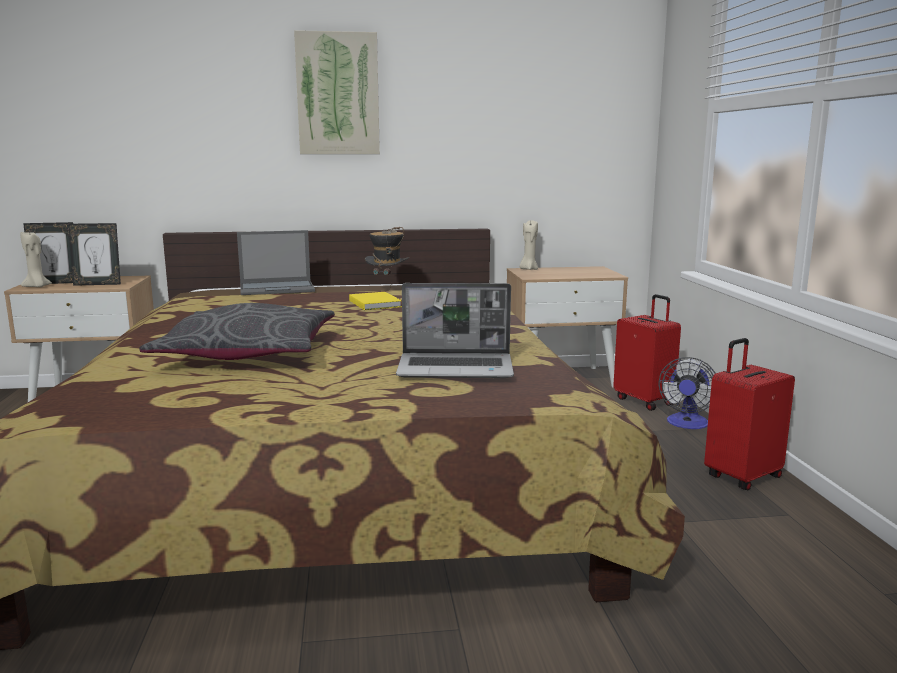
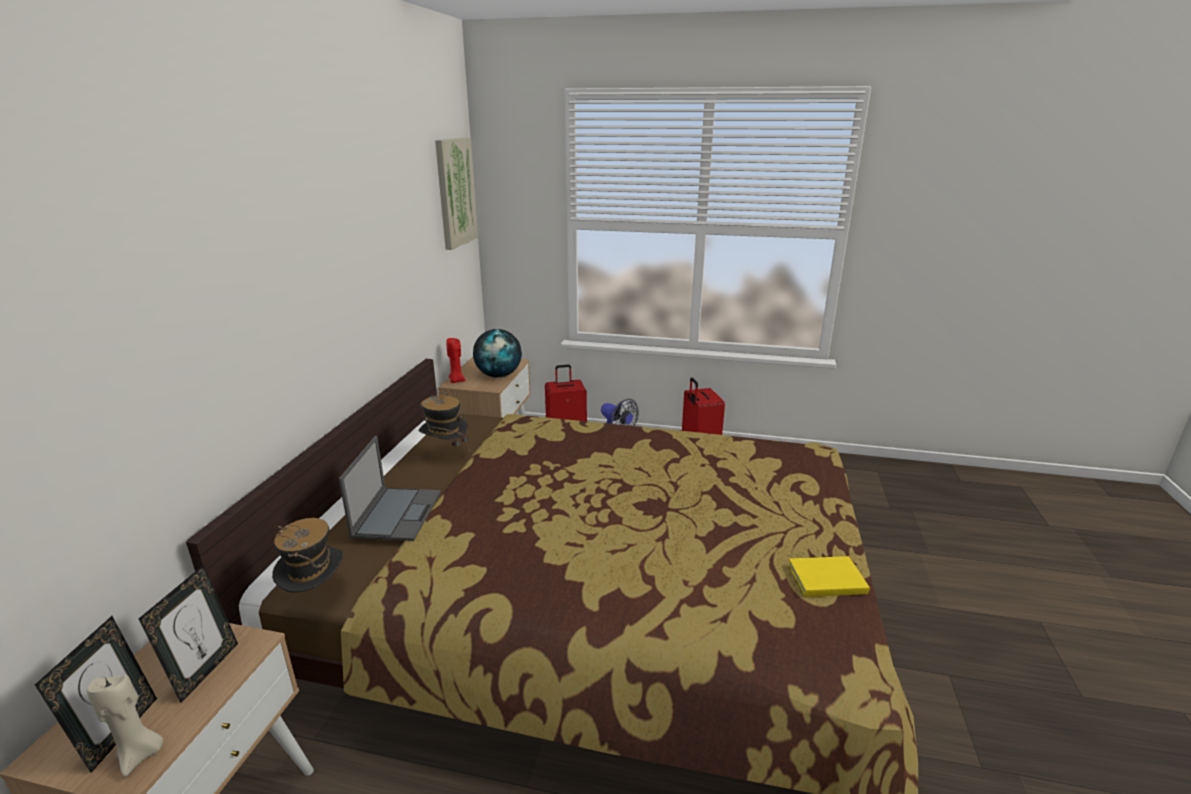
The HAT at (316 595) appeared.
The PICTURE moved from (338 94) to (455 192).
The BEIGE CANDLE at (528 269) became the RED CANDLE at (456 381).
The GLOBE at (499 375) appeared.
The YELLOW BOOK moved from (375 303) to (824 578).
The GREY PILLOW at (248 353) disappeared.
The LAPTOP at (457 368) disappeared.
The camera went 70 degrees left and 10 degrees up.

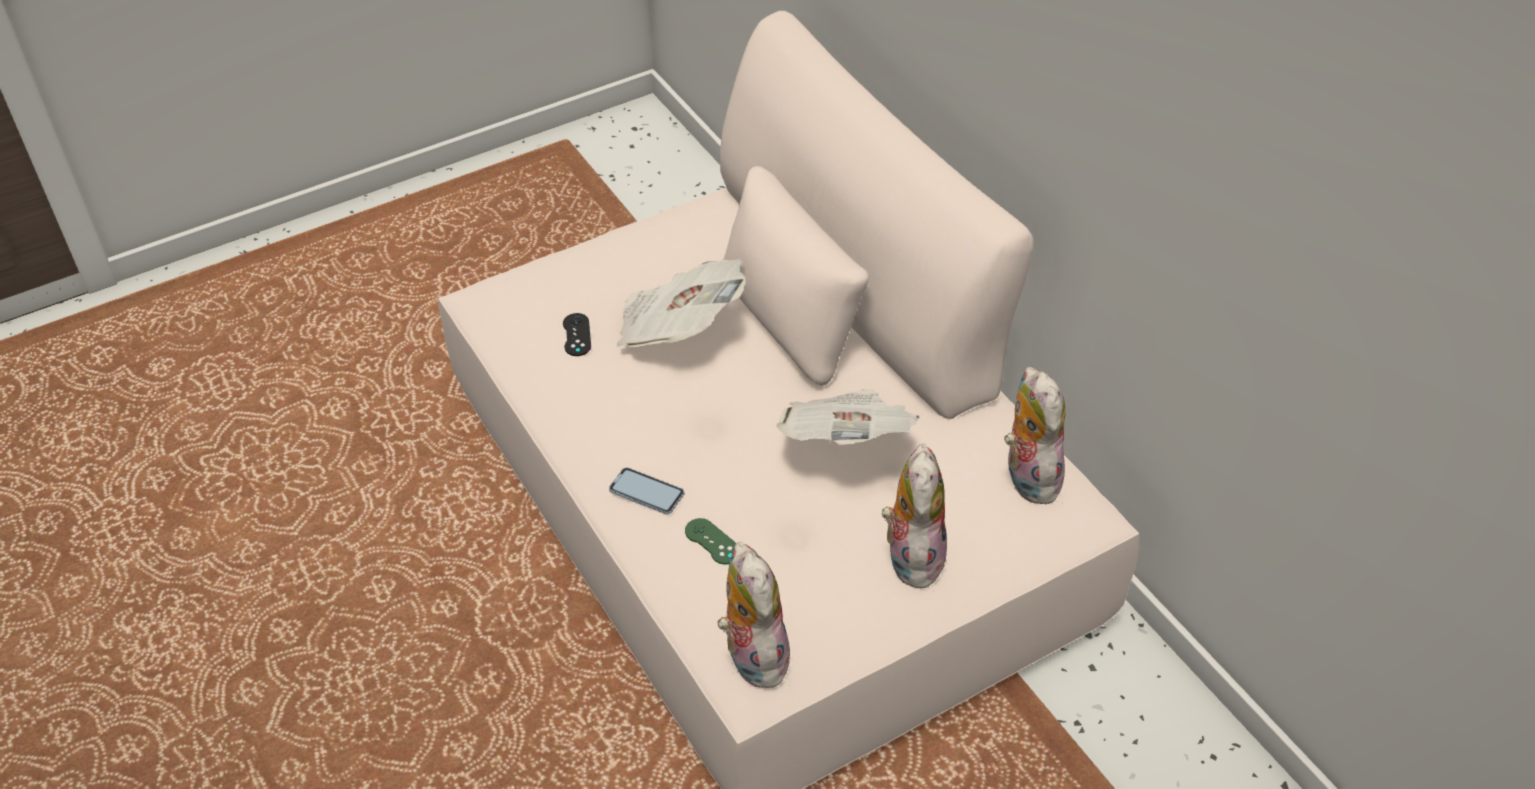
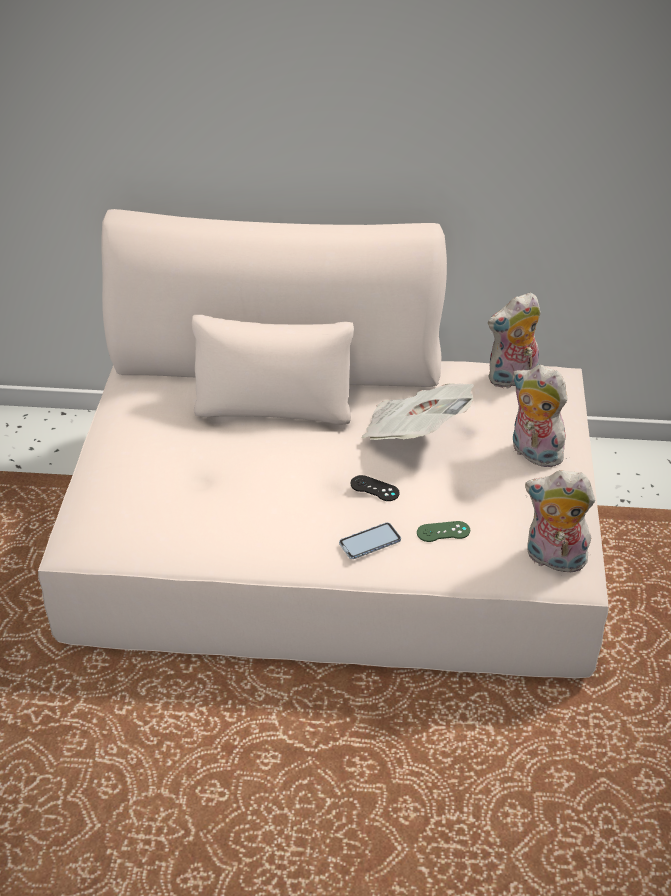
The BLACK GAME CONTROLLER moved from (577 335) to (374 488).
The PLUSH TOY at (1027 476) turned 45 degrees counterclockwise.
The NEWSPAPER at (679 329) disappeared.
The camera went 55 degrees left and 5 degrees down.

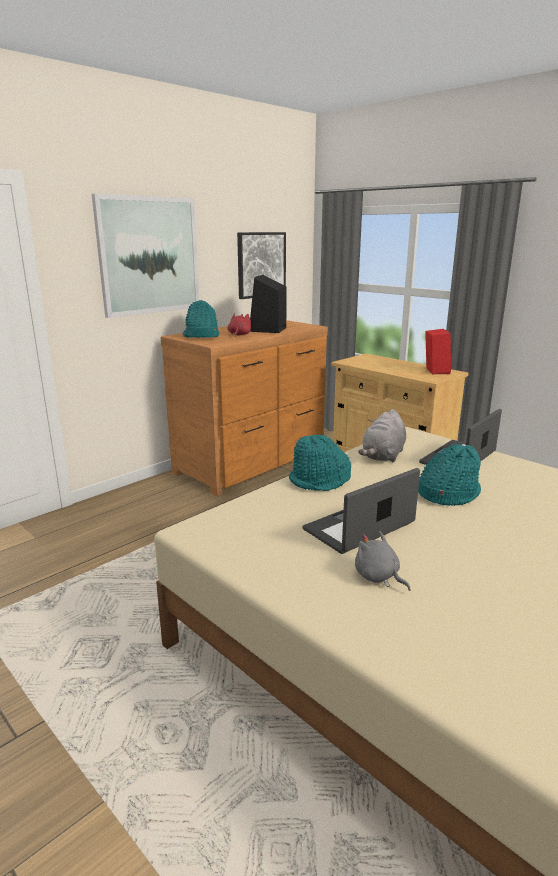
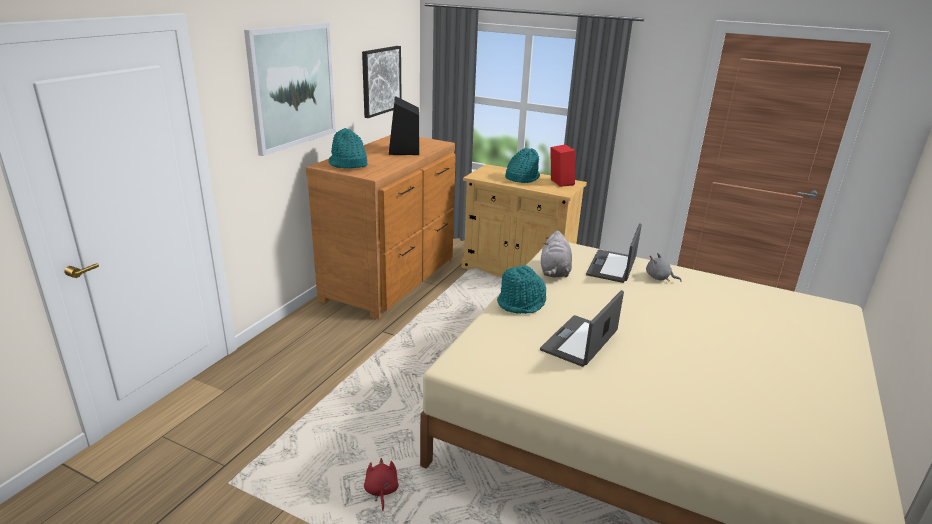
The RED PLUSH TOY moved from (239 335) to (381 491).
The TURQUOISE HAT moved from (447 493) to (521 178).
The GREY PLUSH TOY moved from (378 577) to (659 278).
The camera went 20 degrees left and 5 degrees up.

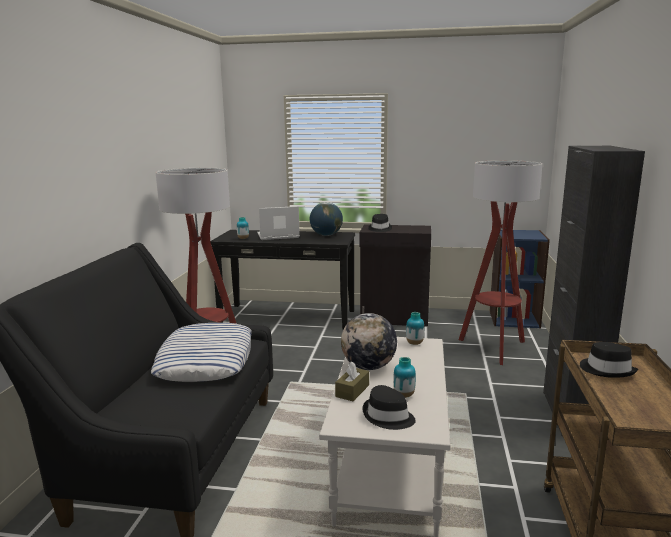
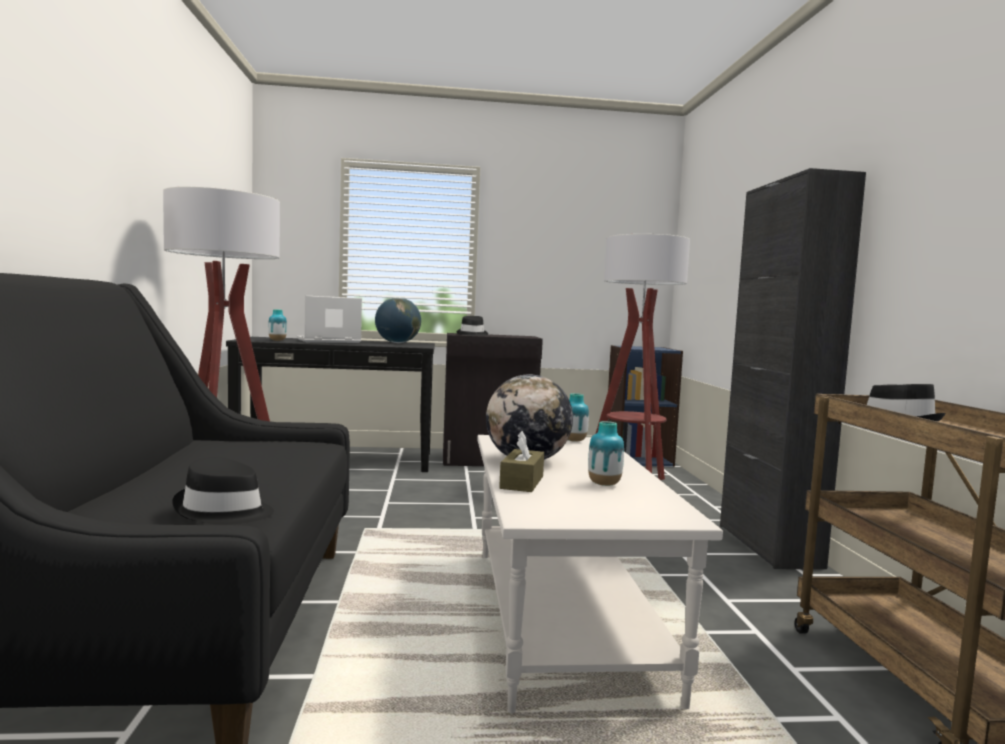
The BLACK HAT moved from (388 417) to (224 511).
The PILLOW at (206 360) disappeared.
The camera went 15 degrees left and 10 degrees down.

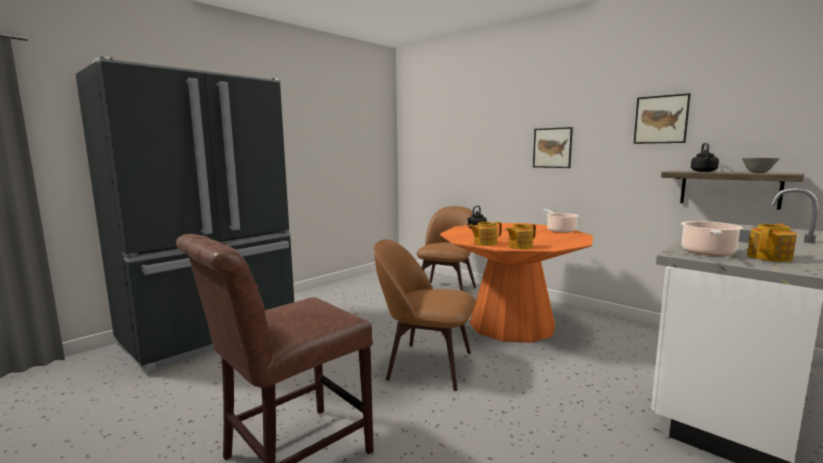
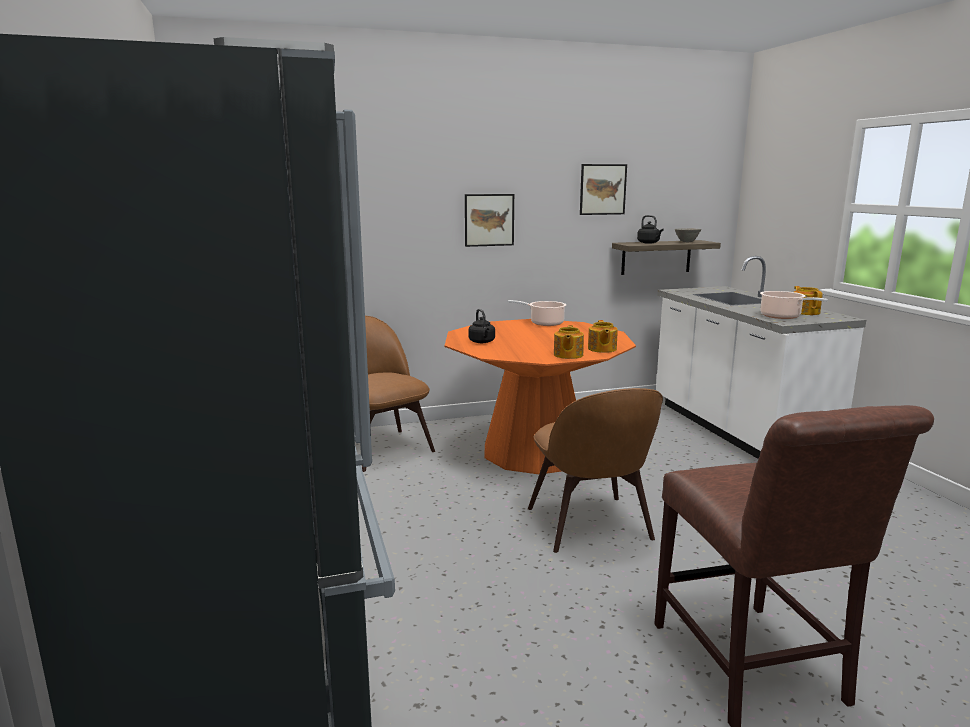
The BROWN CHAIR at (426 364) turned 60 degrees counterclockwise.
The camera went 60 degrees left and 5 degrees up.

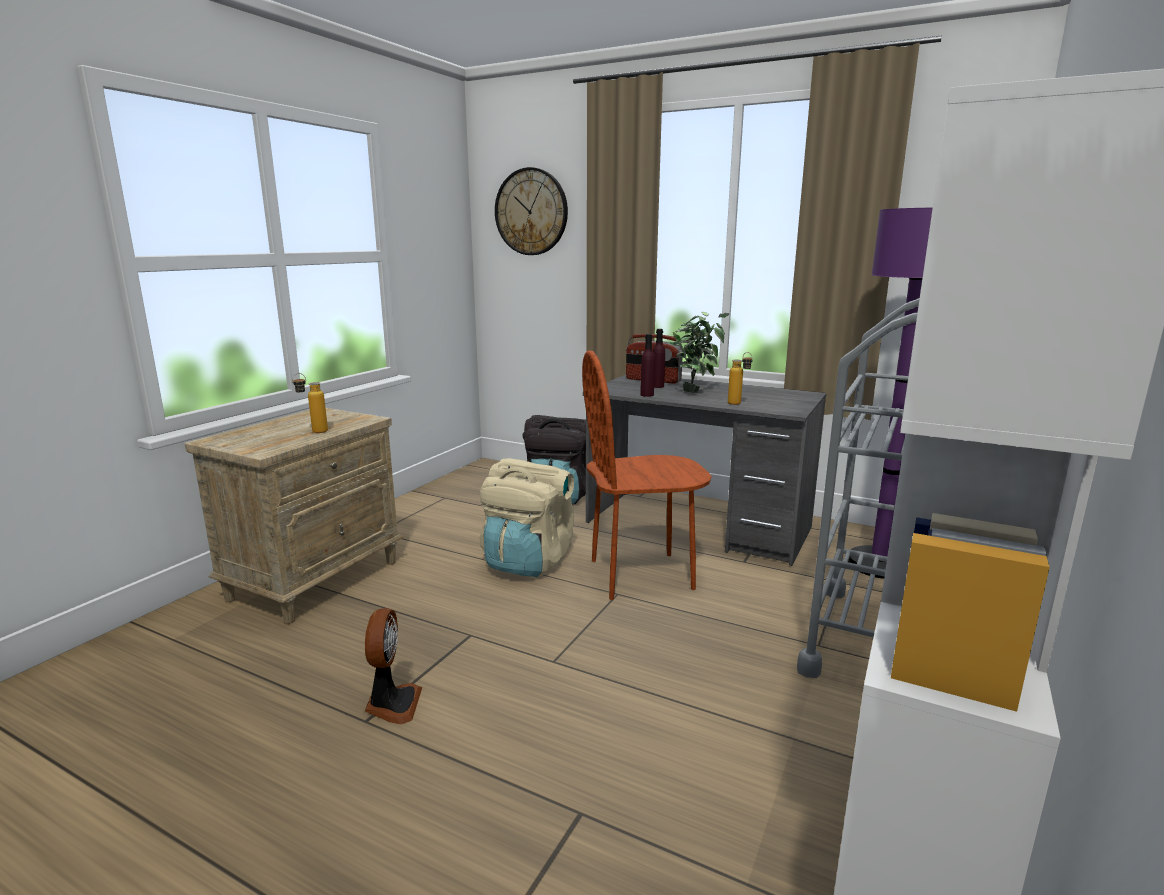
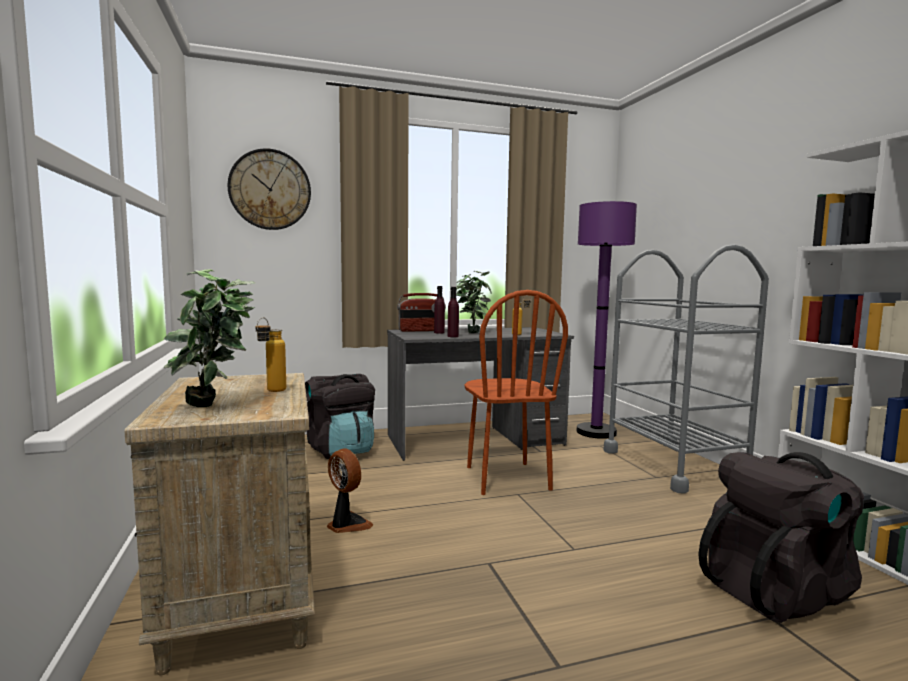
The POTTED PLANT at (215 407) appeared.
The FAN moved from (392 704) to (347 525).
The BROWN CHAIR at (641 575) turned 45 degrees counterclockwise.
The BLACK BACKPACK at (777 590) appeared.
The BEIGE BACKPACK at (528 561) disappeared.
The camera went 45 degrees left and 10 degrees down.

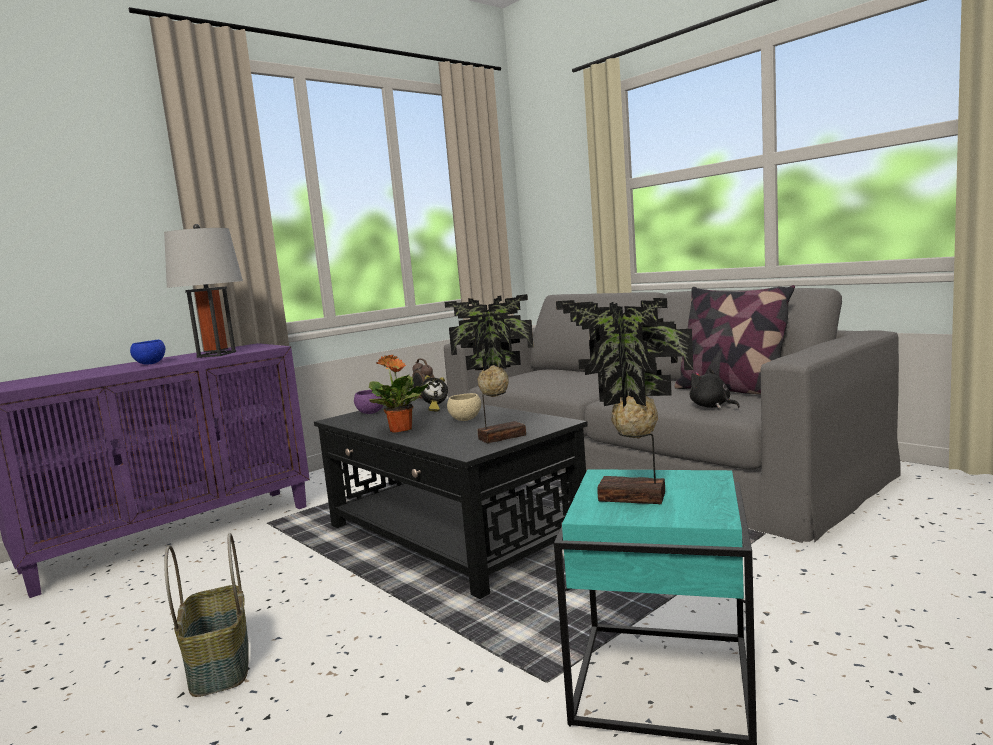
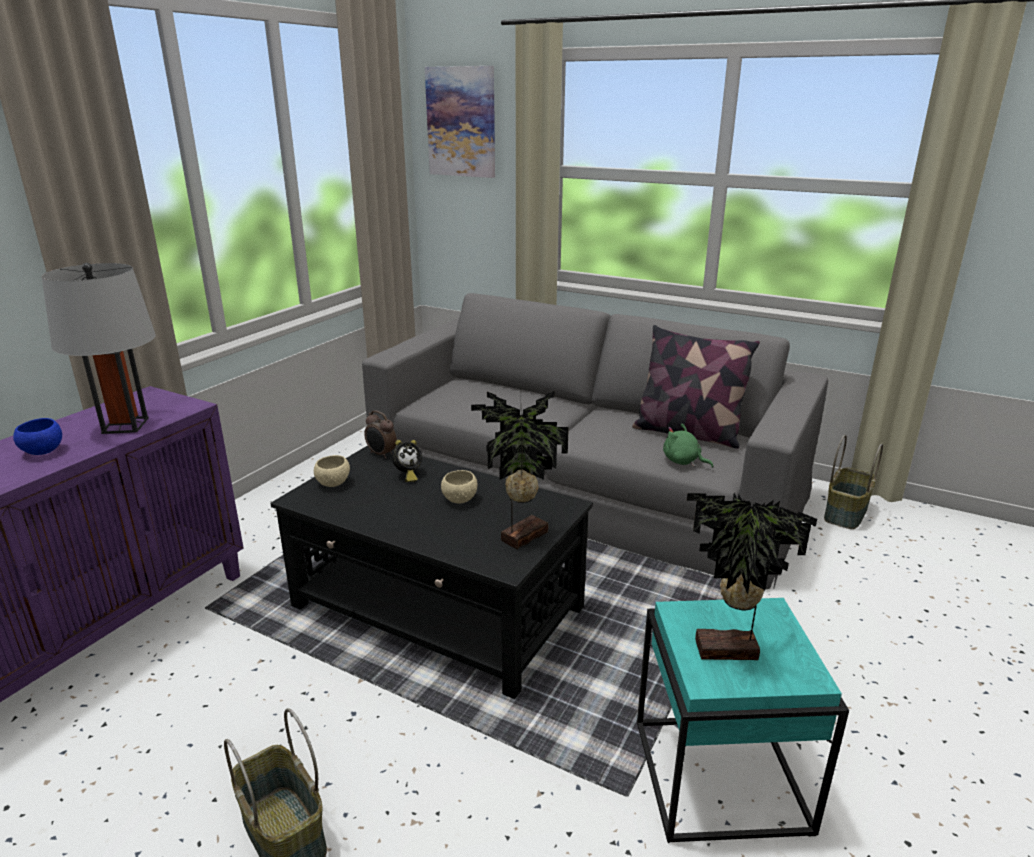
The PURPLE BOWL at (371 412) became the BEIGE BOWL at (333 483).
The PICTURE at (461 122) appeared.
The BLACK PLUSH TOY at (712 406) became the GREEN PLUSH TOY at (683 461).
The BASKET at (846 514) appeared.
The POTTED PLANT at (401 430) disappeared.
The camera went 20 degrees left and 15 degrees up.

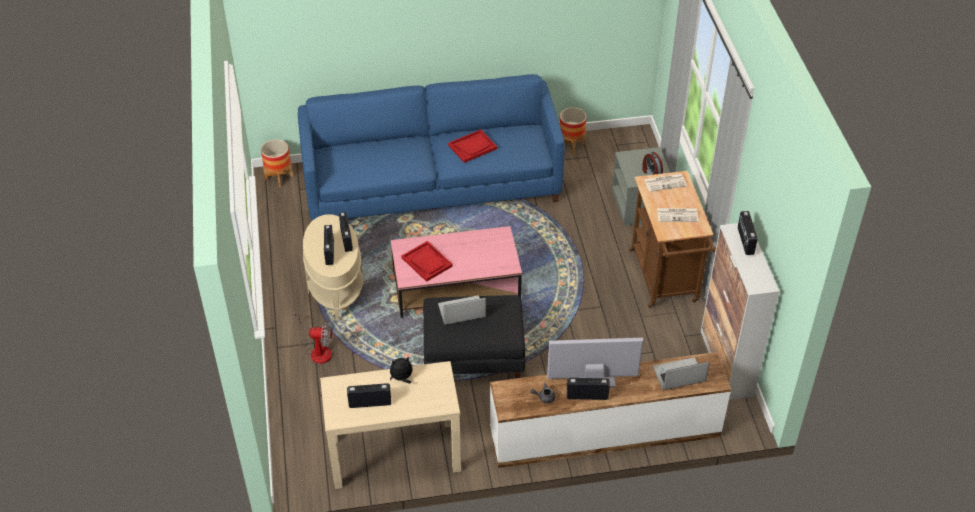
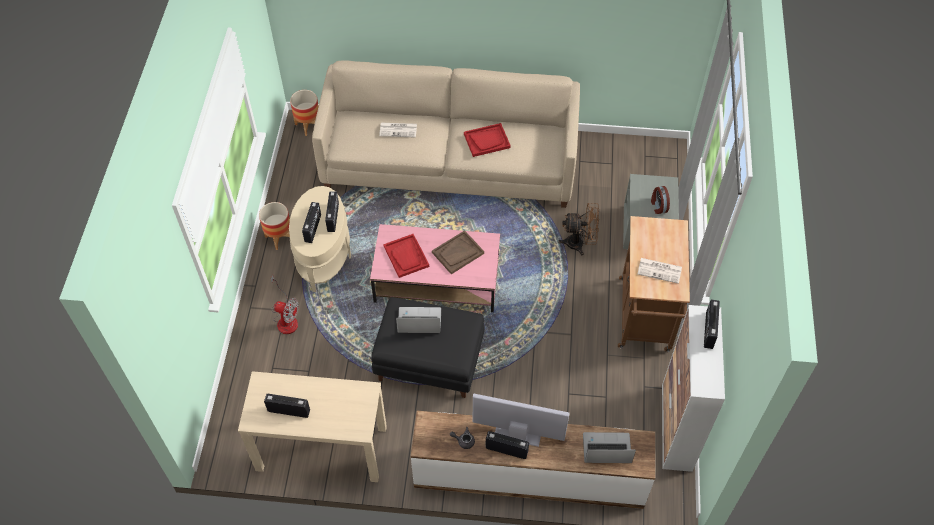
The PLANTER moved from (571 145) to (279 237).
The BLUE SOFA at (432 184) became the BEIGE SOFA at (450 163).
The NEWSPAPER moved from (665 182) to (398 130).
The BROWN TRAY at (458 253) appeared.
The BROWN FAN at (579 243) appeared.
The PLUSH TOY at (402 378) disappeared.
The camera went 15 degrees right and 10 degrees up.

